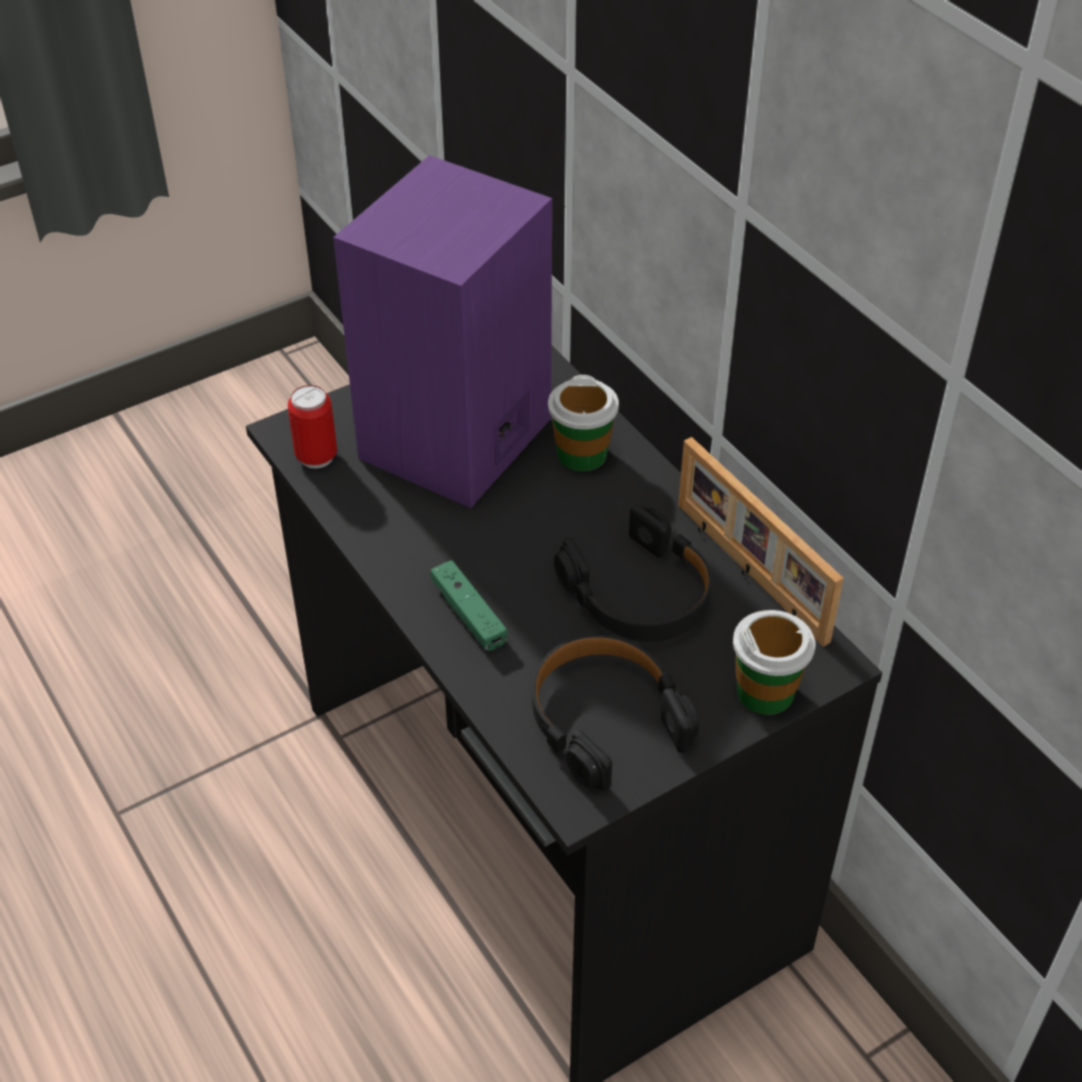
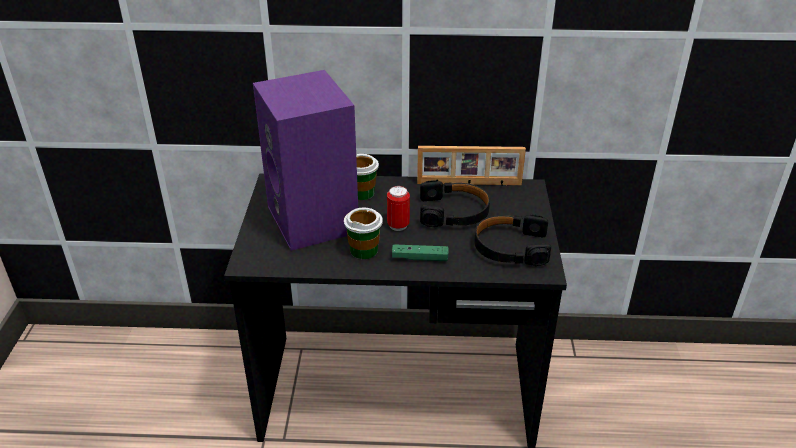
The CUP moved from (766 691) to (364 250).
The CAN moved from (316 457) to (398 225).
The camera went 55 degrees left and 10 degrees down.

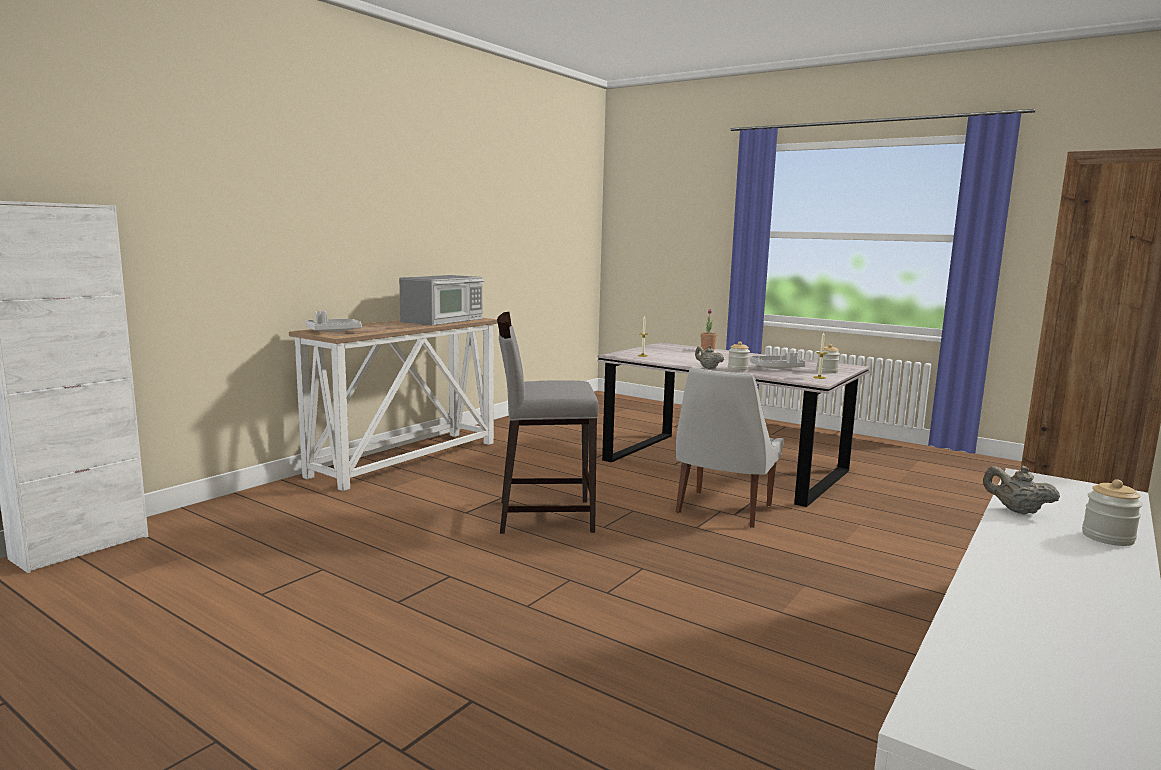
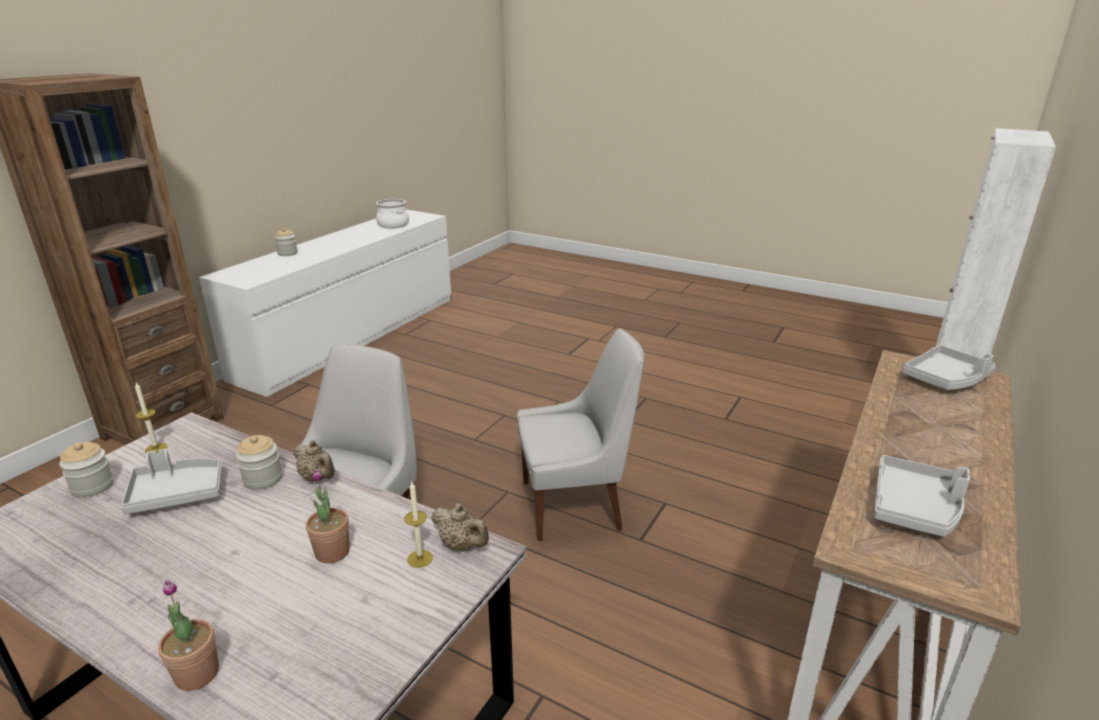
The POTTED PLANT at (332 552) appeared.
The COOKING POT at (393 225) appeared.
The BEIGE TEAPOT moved from (1016 511) to (462 545).
The GREY STOOL at (544 516) was replaced by the WHITE CHAIR at (575 505).
The MICROWAVE at (443 320) was replaced by the GREY TRAY at (915 508).
The camera went 175 degrees right and 15 degrees up.

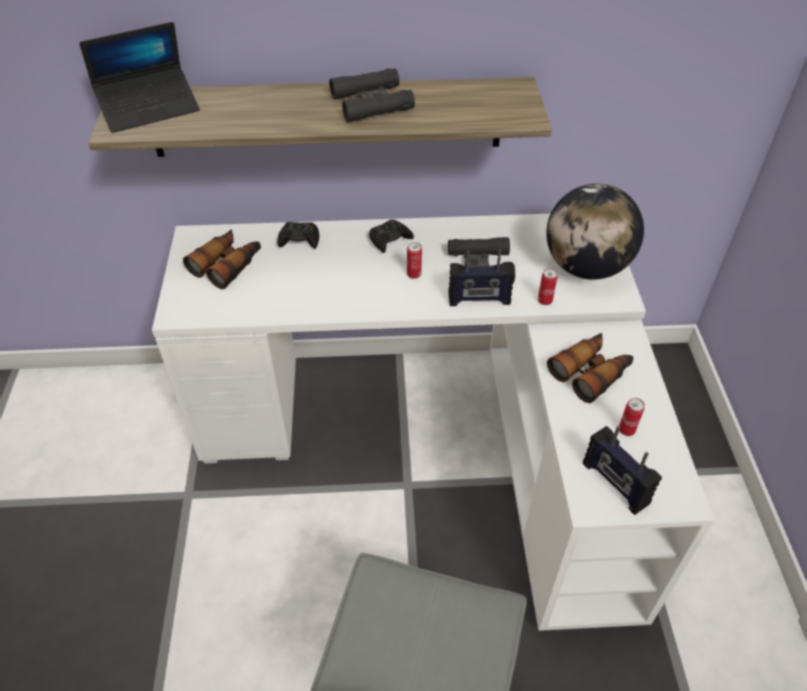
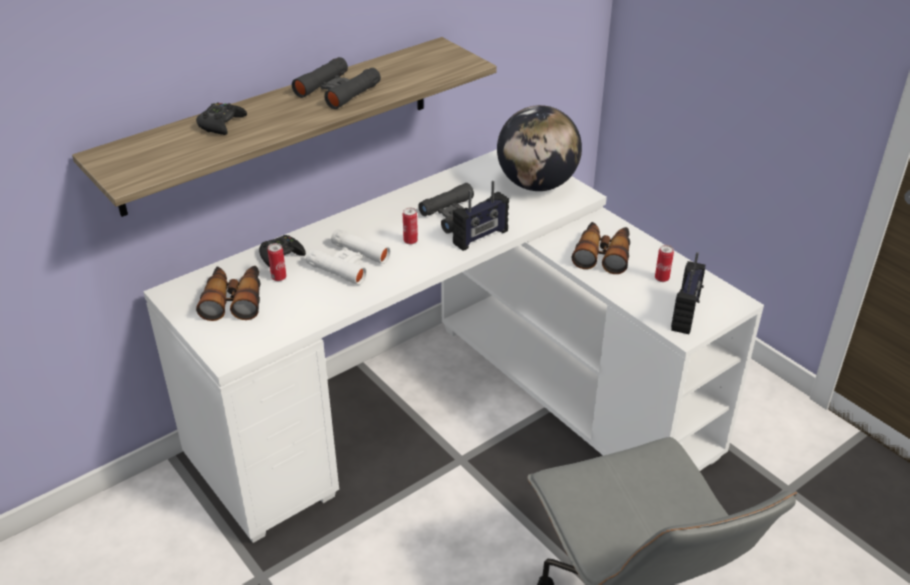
The BLACK GAME CONTROLLER moved from (389 239) to (221 124).
The CAN moved from (544 301) to (279 278).
The WHITE BINOCULARS at (348 263) appeared.
The RADIO at (614 484) turned 90 degrees counterclockwise.
The LAPTOP at (149 108) disappeared.
The camera went 35 degrees left and 10 degrees down.

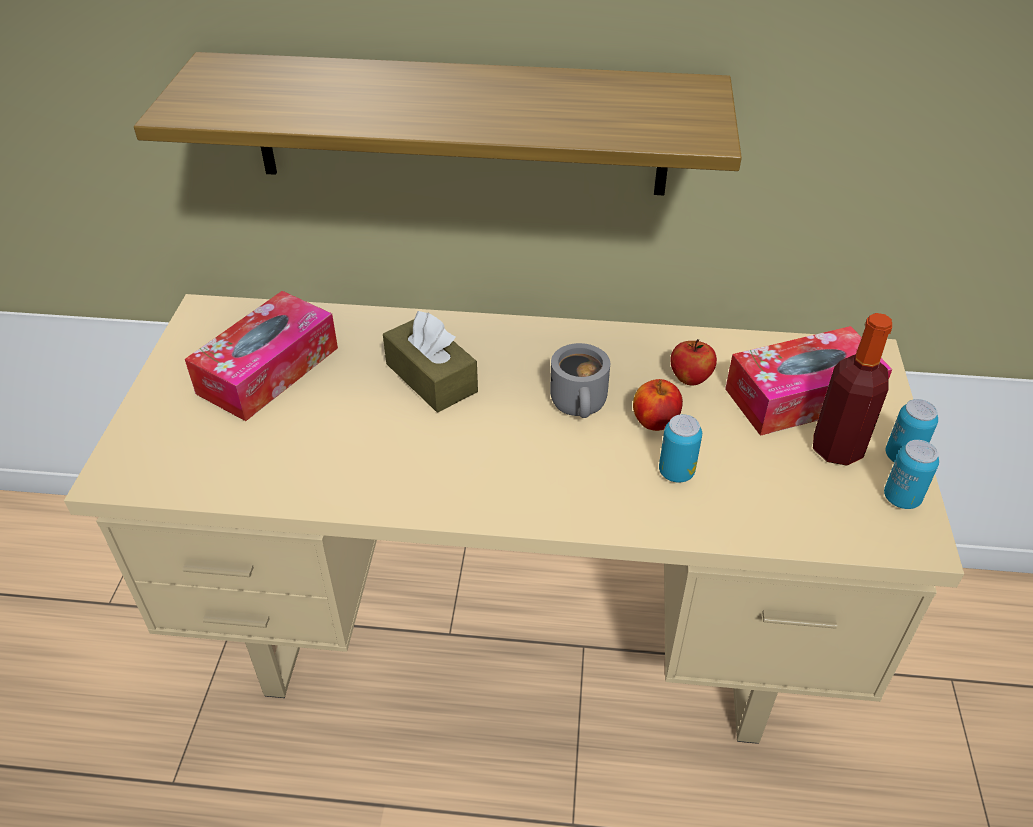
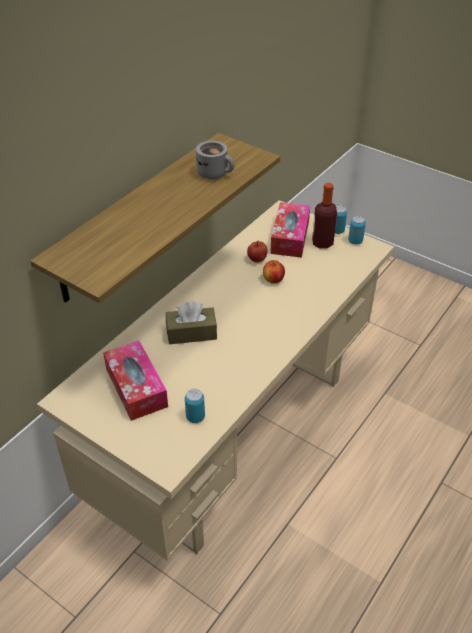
The CAN moved from (676 472) to (195 417).
The GREY MUG moved from (581 405) to (215 173).
The camera went 60 degrees left and 0 degrees up.

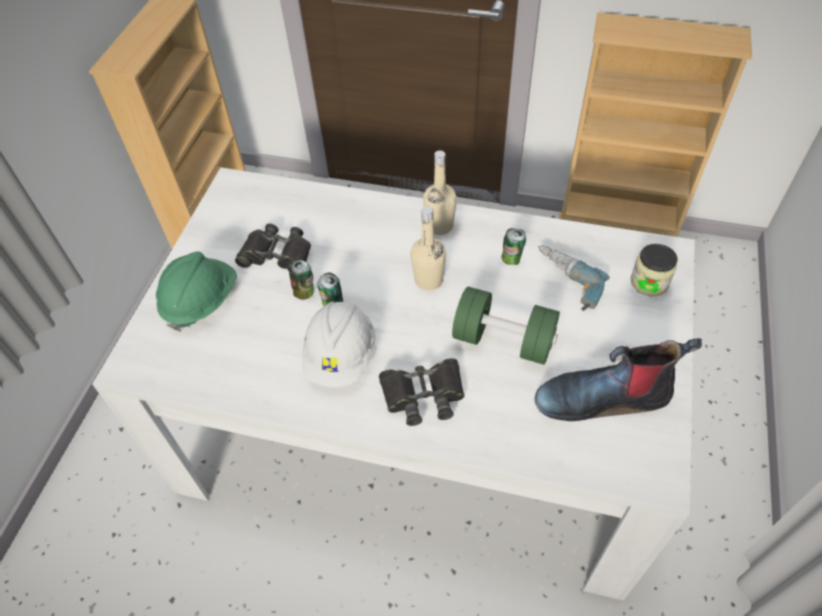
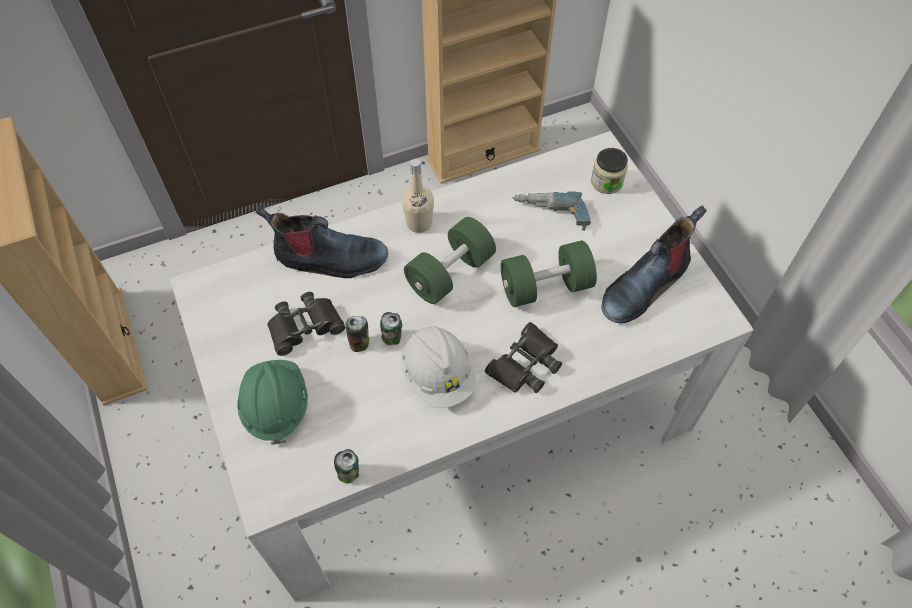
The BOOT at (329 259) appeared.
The CAN moved from (511 259) to (349 474).
The BEIGE BOTTLE at (428 280) was replaced by the GREEN DUMBBELL at (450 273).
The camera went 40 degrees left and 5 degrees up.

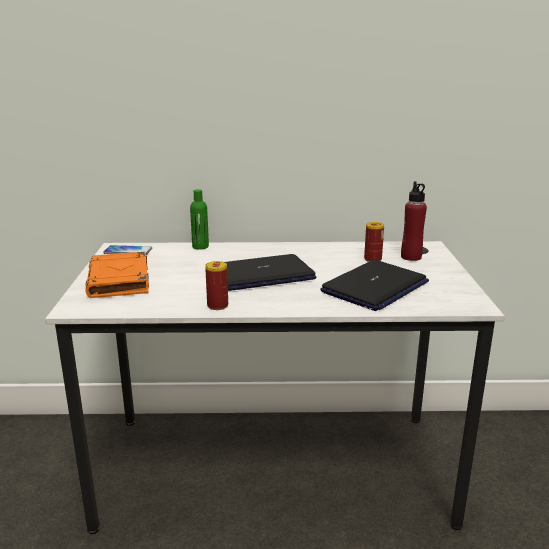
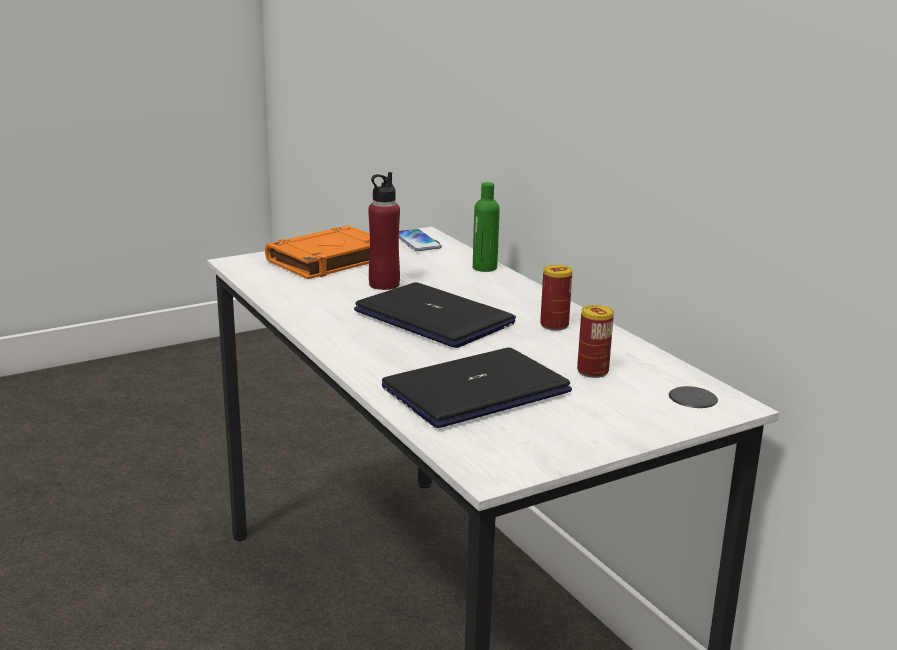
The RED BOTTLE moved from (411 257) to (384 284).
The LAPTOP at (375 287) turned 135 degrees clockwise.
The CAN moved from (217 305) to (554 325).
The camera went 60 degrees right and 0 degrees up.

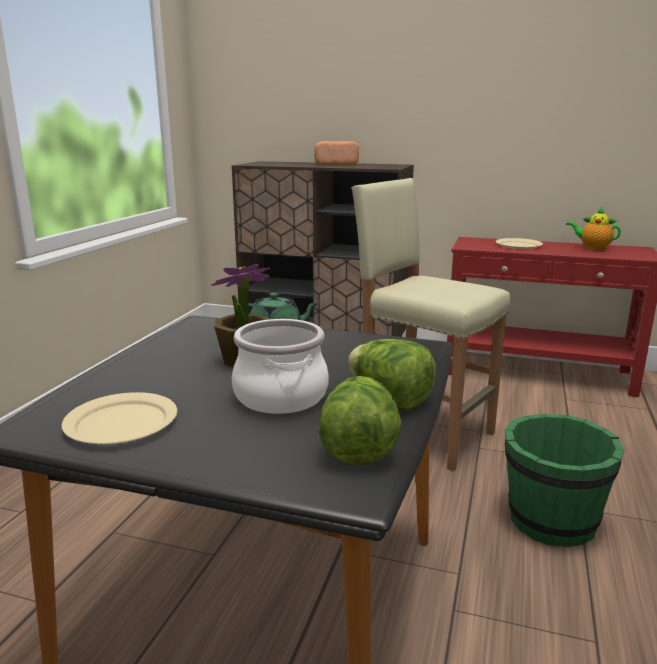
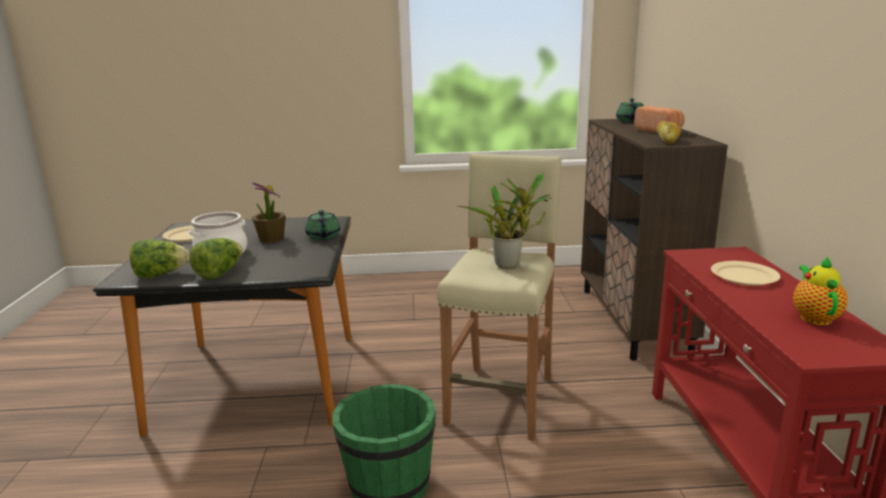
The POTTED PLANT at (510 265) appeared.
The GREEN TEAPOT at (630 121) appeared.
The BREAD at (667 140) appeared.
The camera went 70 degrees right and 0 degrees up.

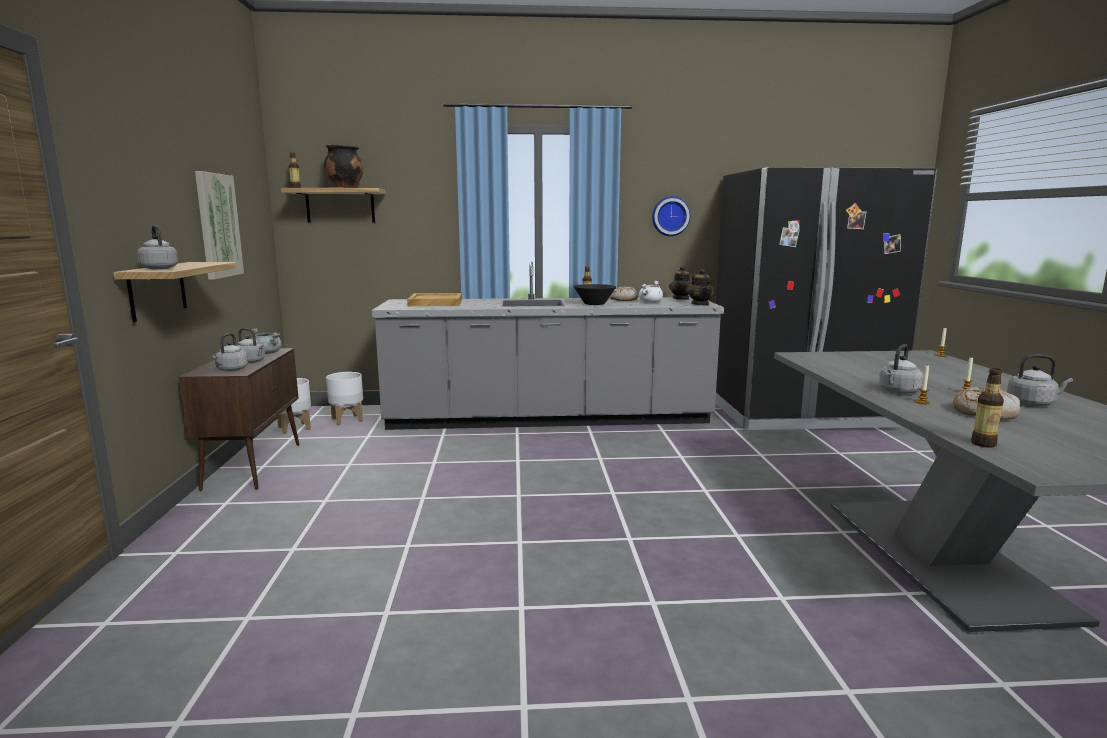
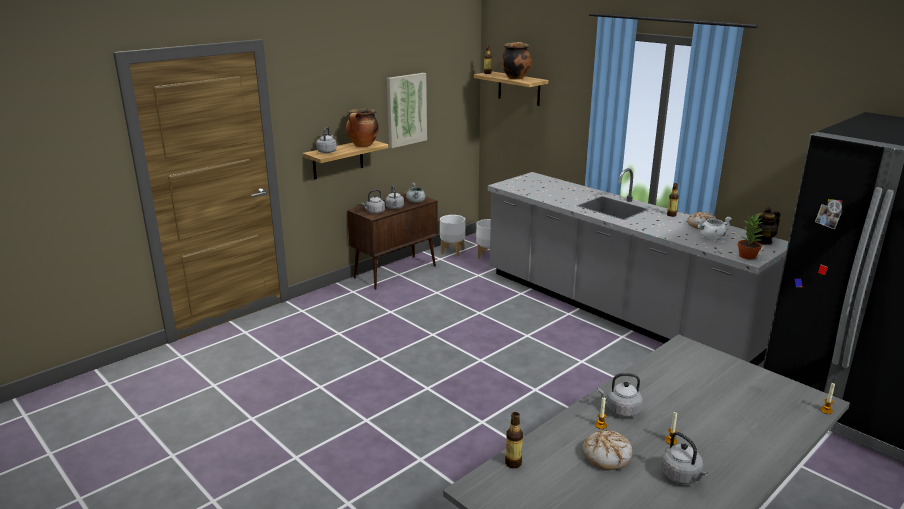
The COOKING POT at (363 145) appeared.
The TEAPOT at (700 304) was replaced by the POTTED PLANT at (748 256).
The BEIGE TRAY at (435 302) disappeared.
The BLACK BOWL at (594 304) disappeared.
The WALL CLOCK at (670 216) disappeared.
The camera went 50 degrees right and 10 degrees up.

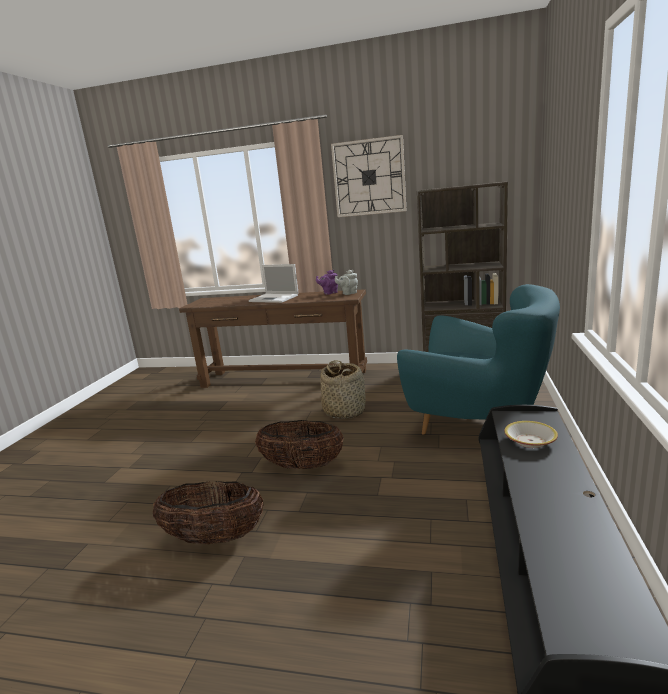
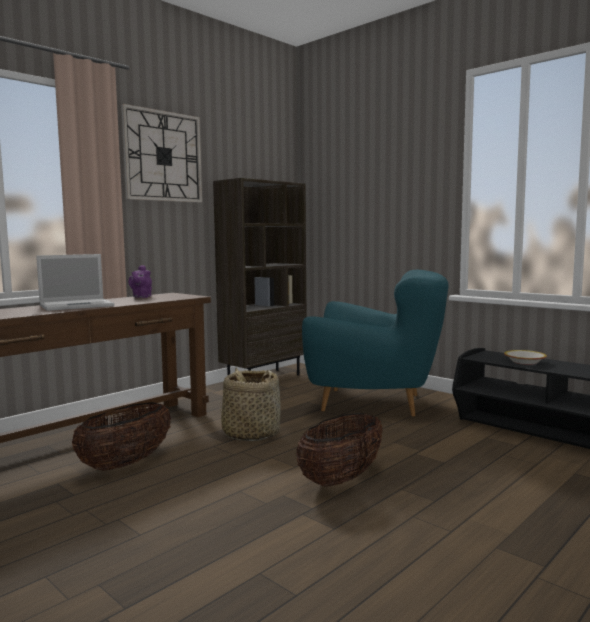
The BASKET moved from (214 537) to (126 464).
The TURQUOISE ARMCHAIR at (478 423) turned 45 degrees clockwise.
The GREY TEAPOT at (348 293) disappeared.
The camera went 60 degrees left and 10 degrees down.

